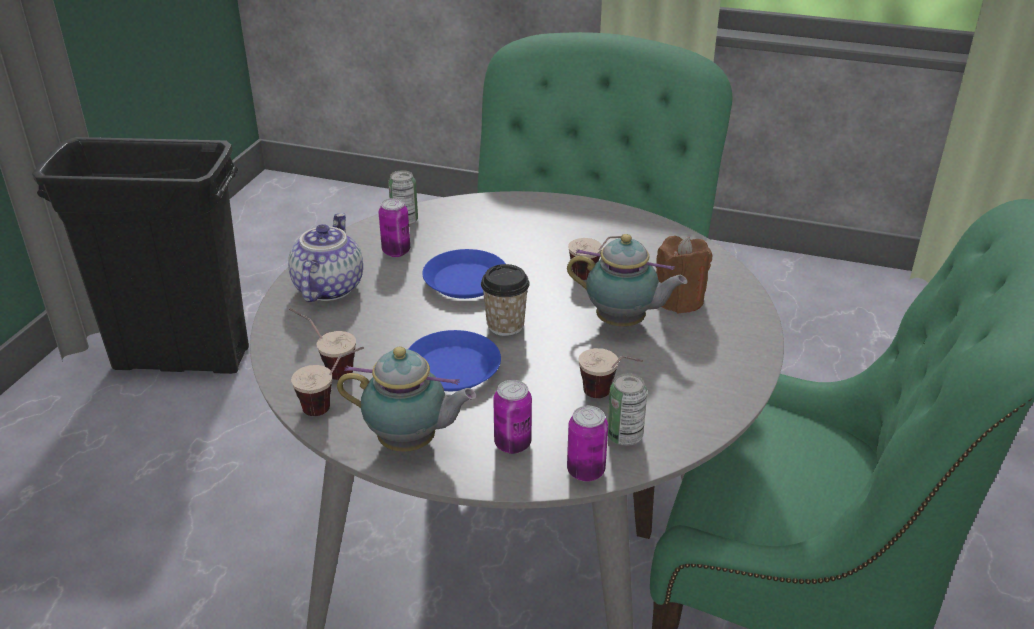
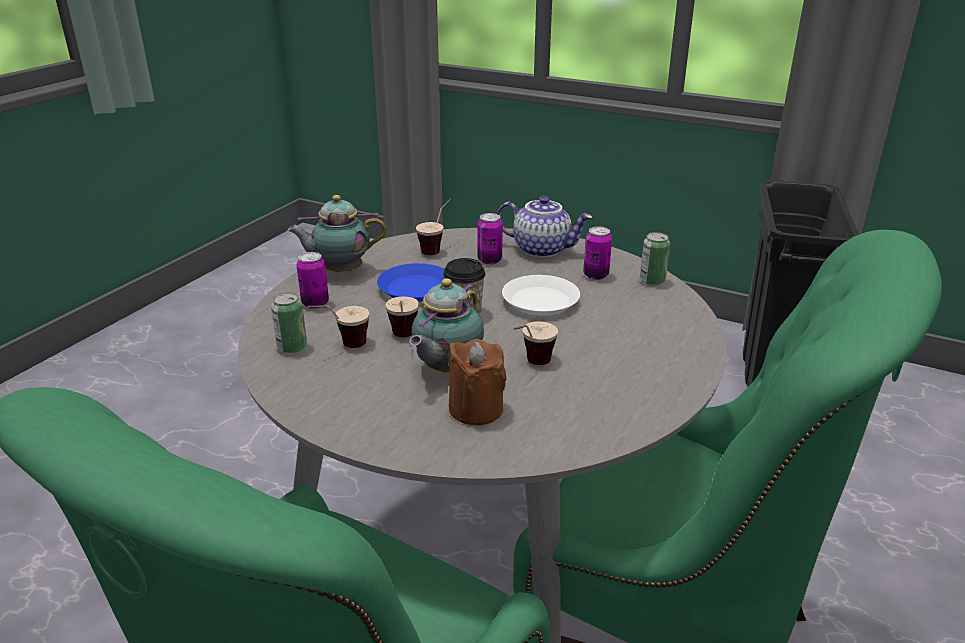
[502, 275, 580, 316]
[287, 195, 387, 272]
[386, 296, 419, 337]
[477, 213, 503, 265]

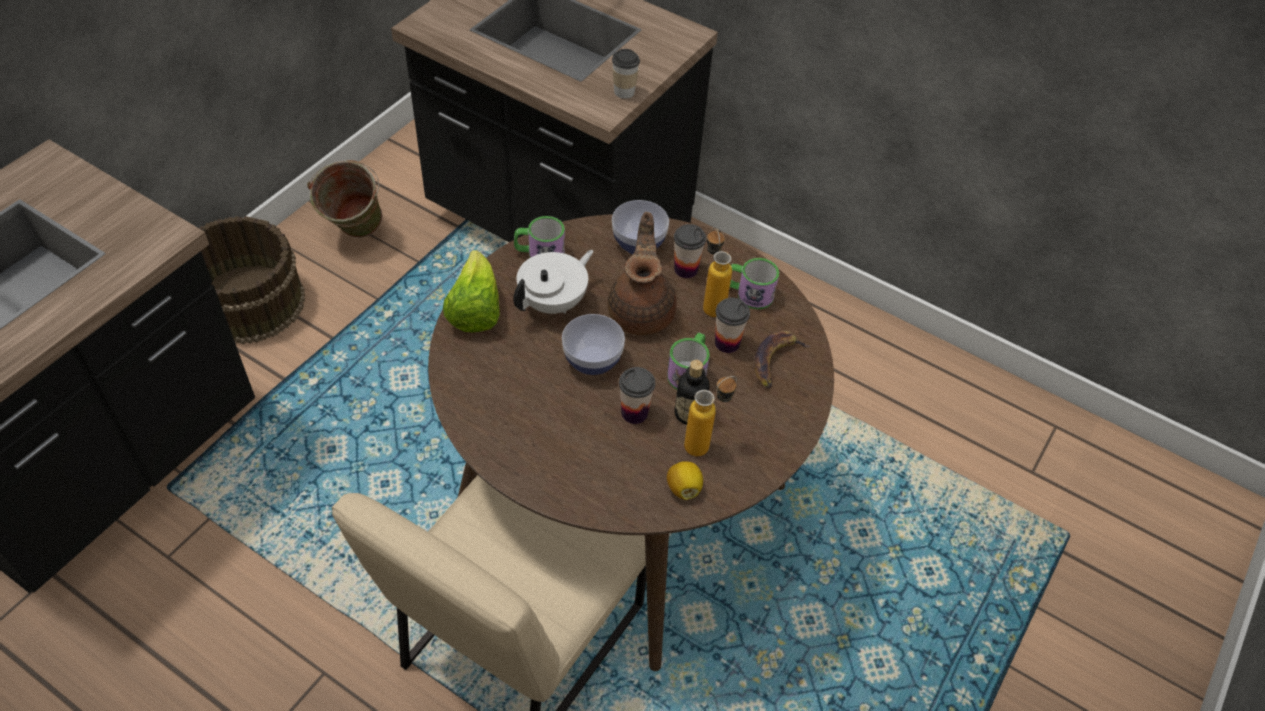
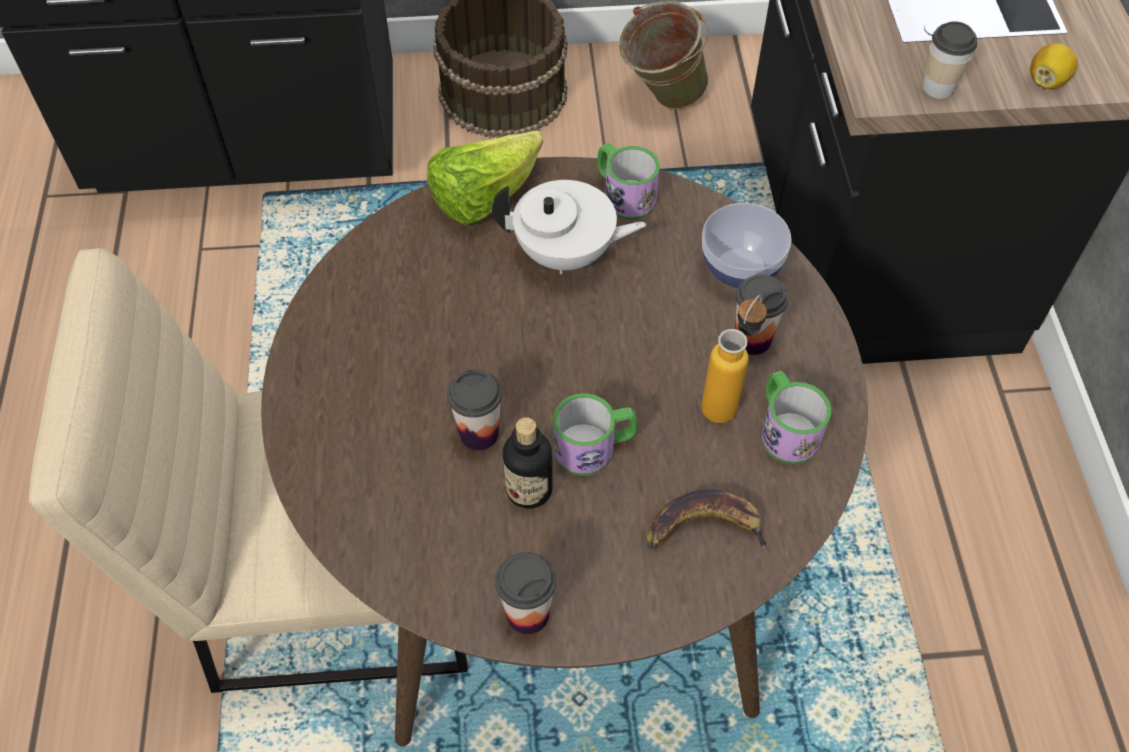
[607, 212, 677, 335] (first image)
[495, 552, 556, 635]
[562, 314, 625, 375] (first image)
[684, 376, 737, 456] (first image)
[1030, 43, 1078, 89]

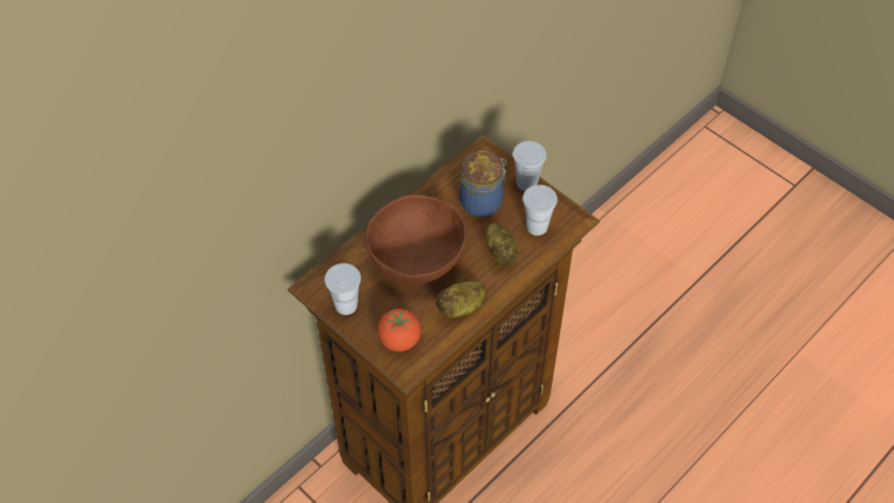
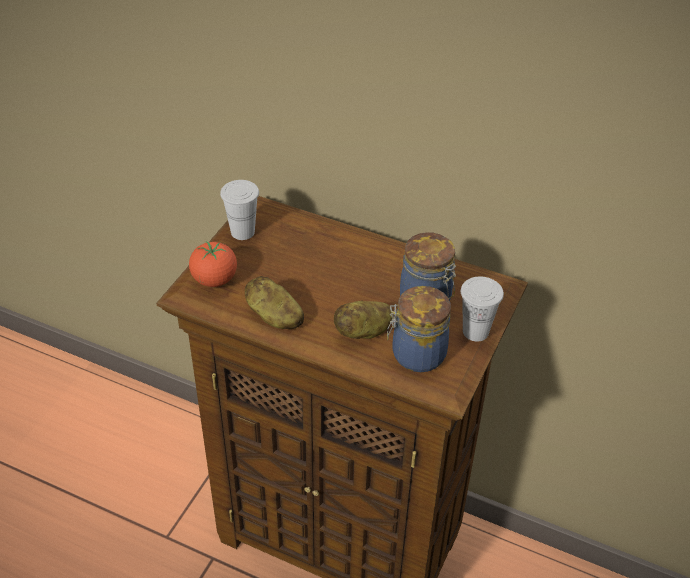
[387, 286, 451, 372]
[365, 195, 466, 284] (first image)

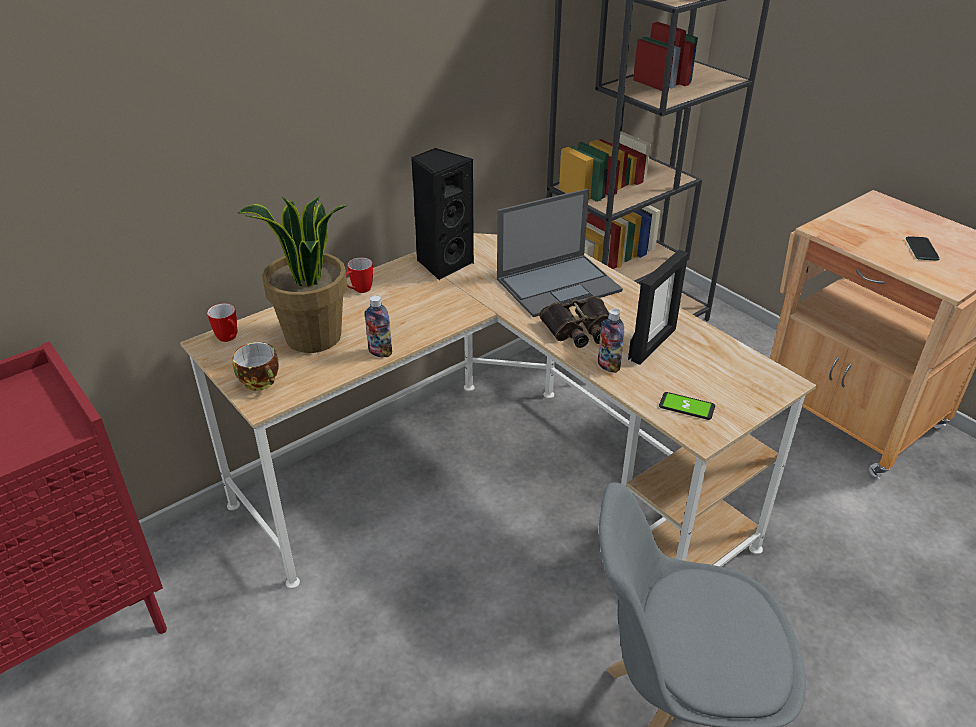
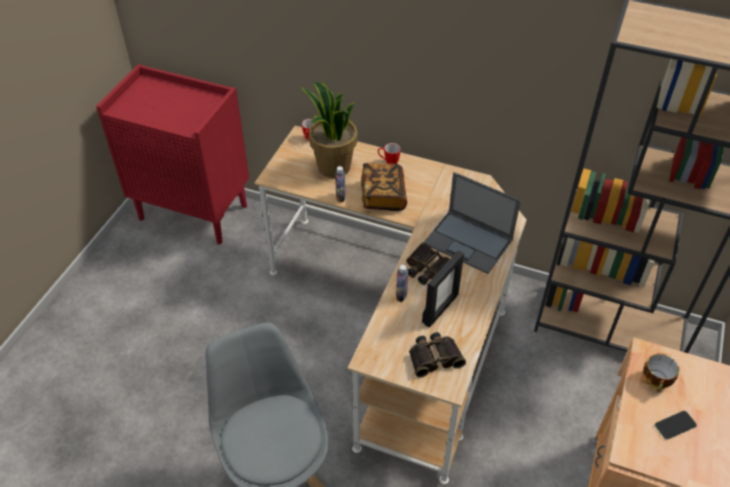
[411, 148, 474, 280] (first image)
[422, 250, 464, 328]
[643, 353, 679, 392]
[659, 392, 715, 420] (first image)
[361, 163, 407, 211]
[409, 332, 466, 378]

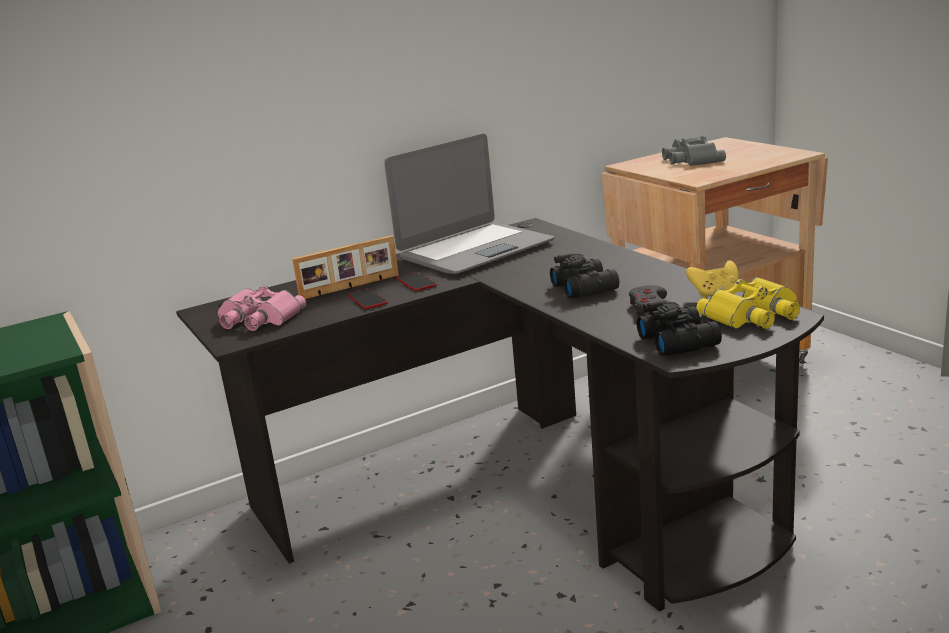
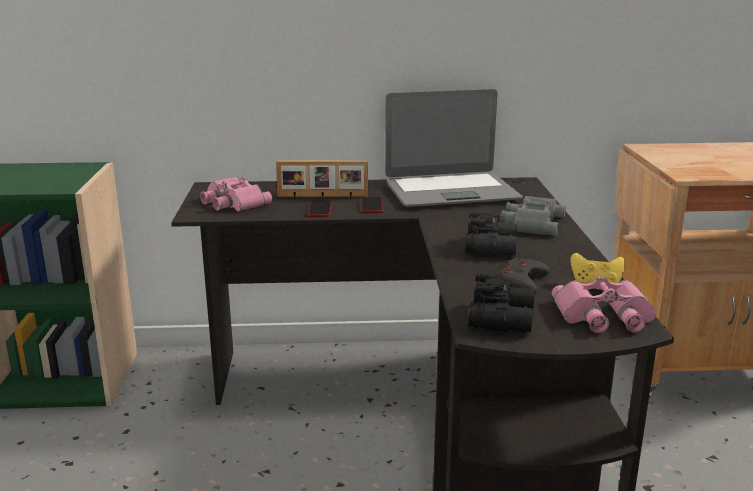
[500, 196, 566, 236]
[552, 276, 656, 333]

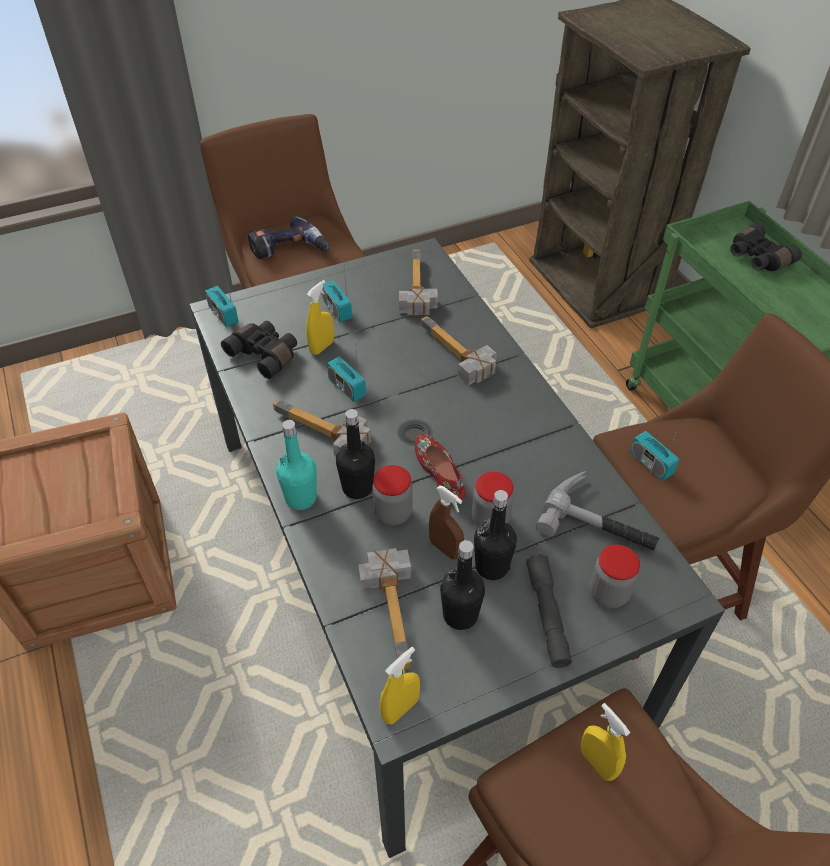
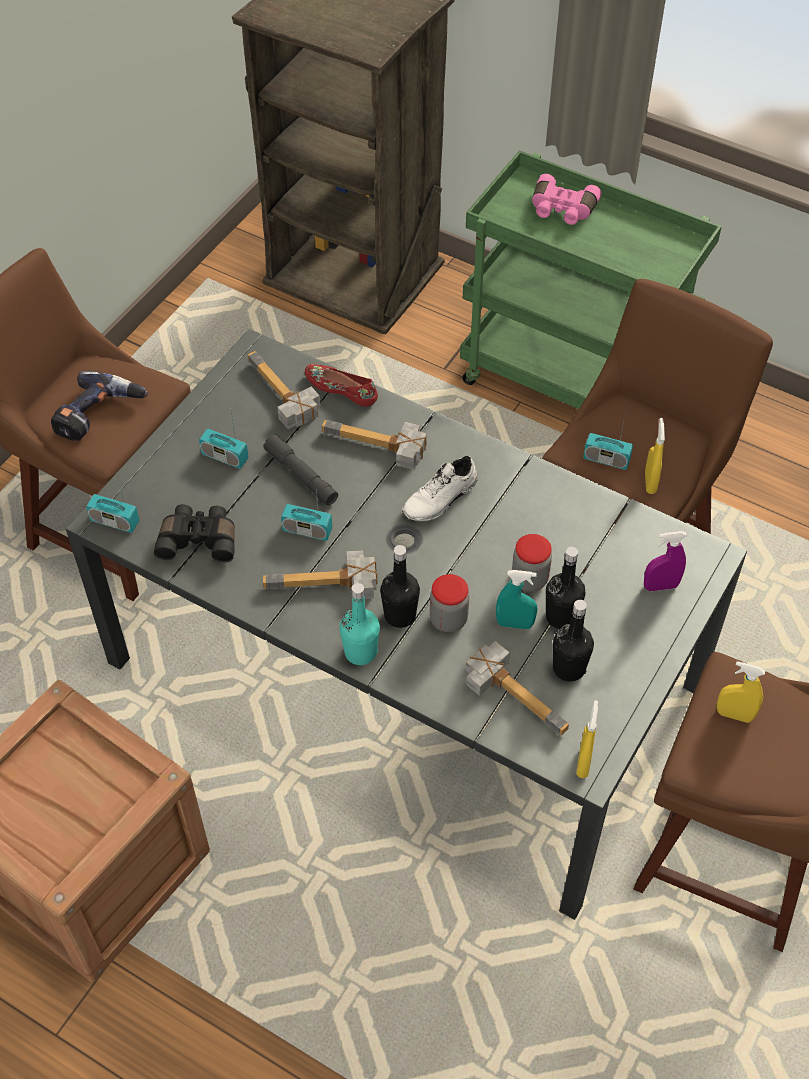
[532, 174, 602, 225]
[645, 418, 665, 494]
[305, 364, 378, 407]
[536, 471, 659, 551] (first image)
[496, 570, 537, 629]
[644, 531, 687, 591]
[263, 434, 338, 505]
[402, 456, 478, 521]

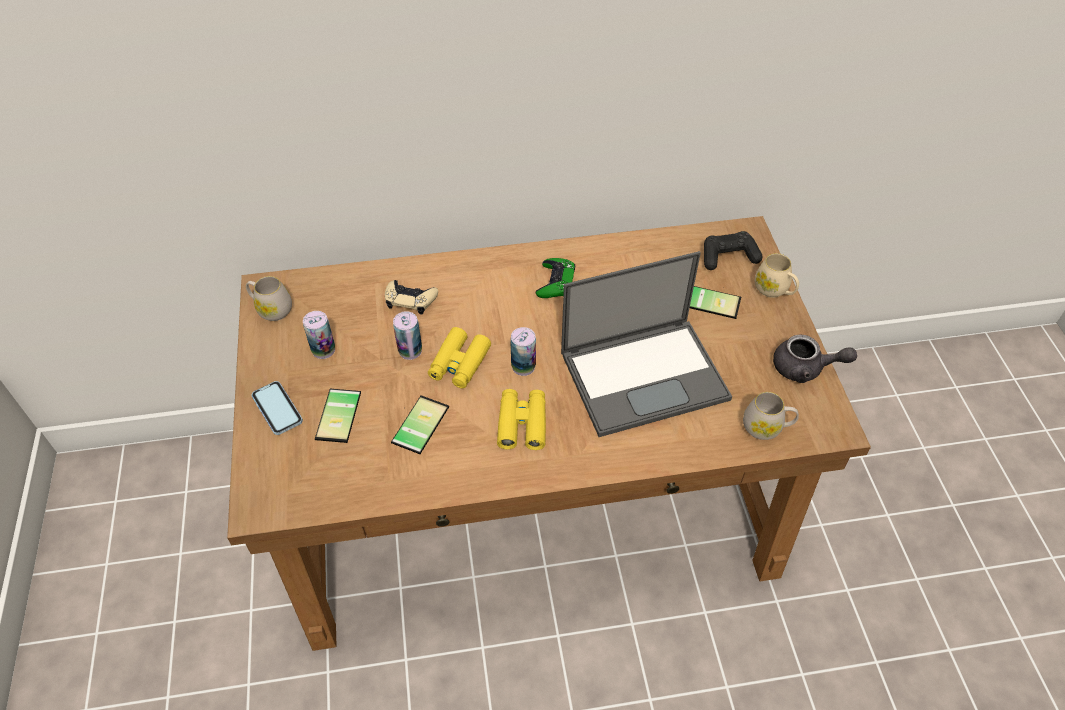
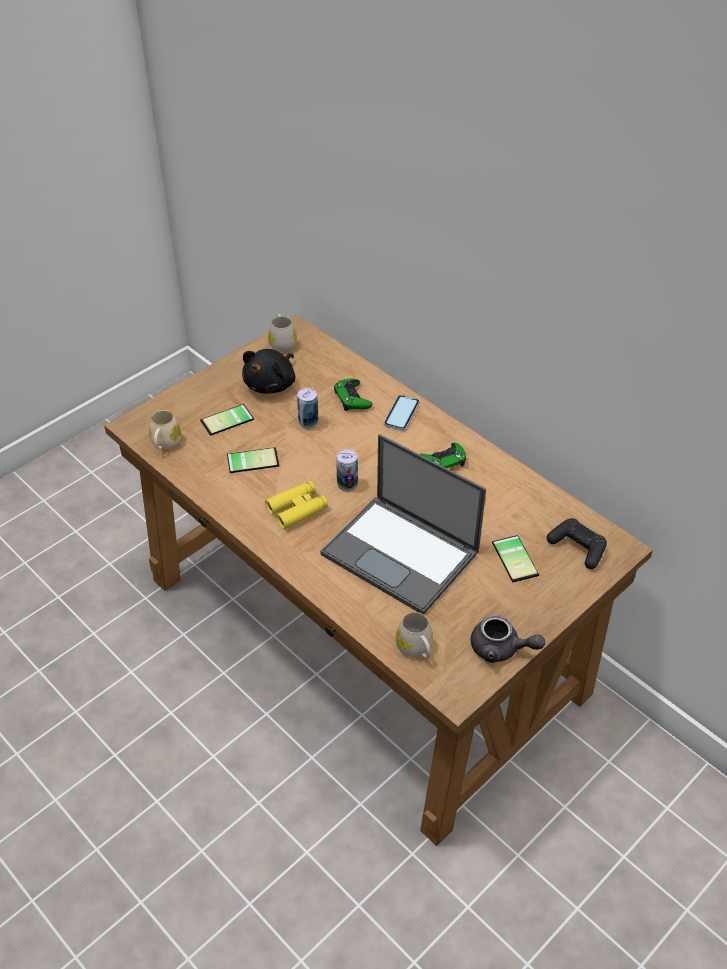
[149, 410, 181, 450]
[334, 379, 373, 411]
[242, 349, 295, 394]
[428, 327, 491, 388] (first image)
[471, 615, 545, 663]
[384, 395, 420, 431]

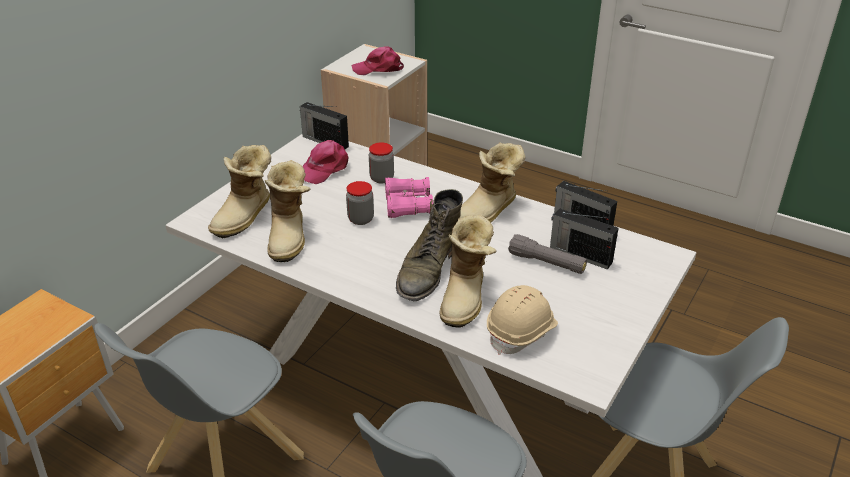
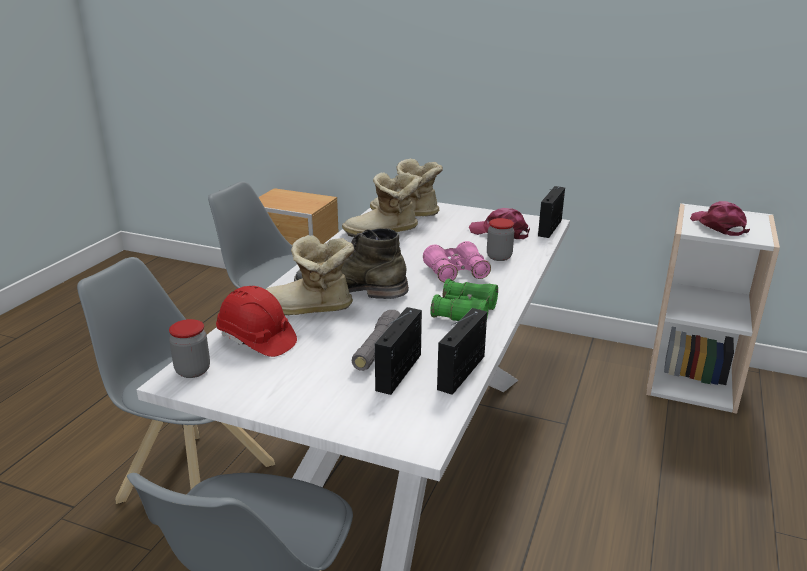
[430, 279, 498, 321]
[169, 319, 210, 378]
[216, 286, 297, 357]

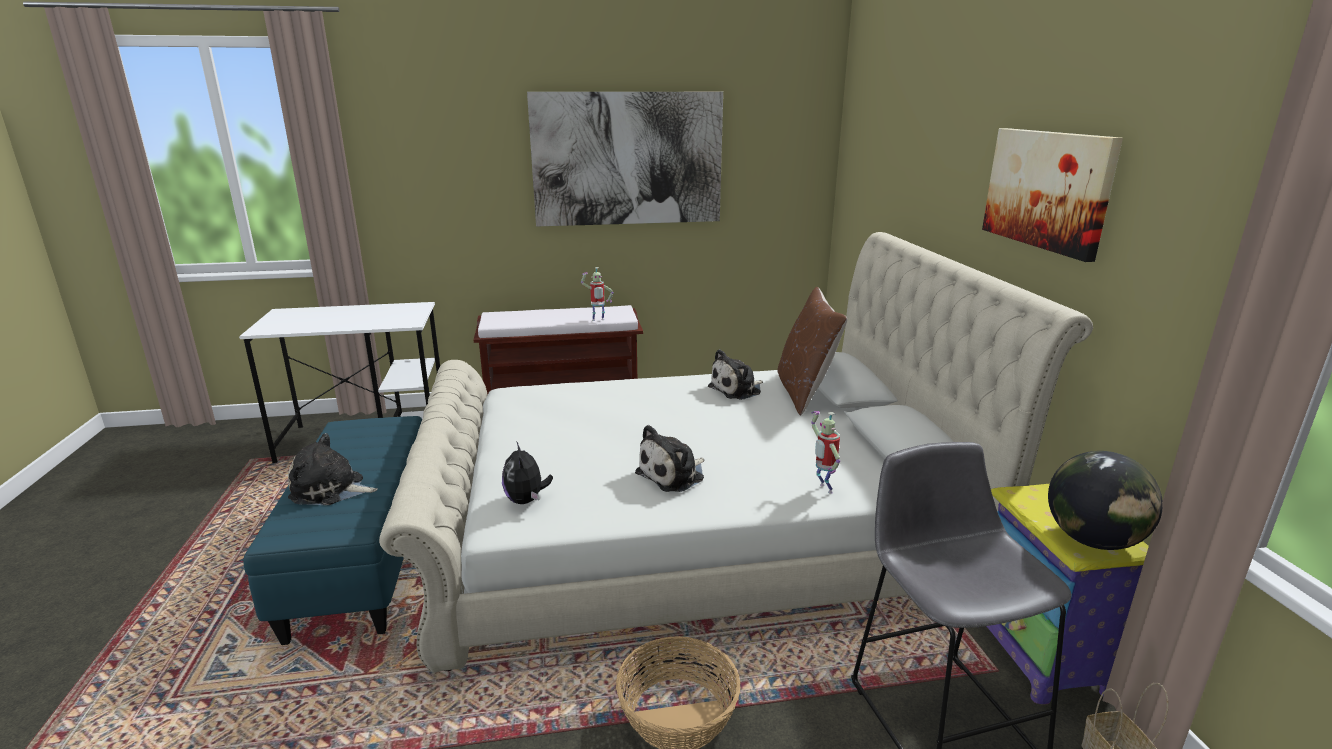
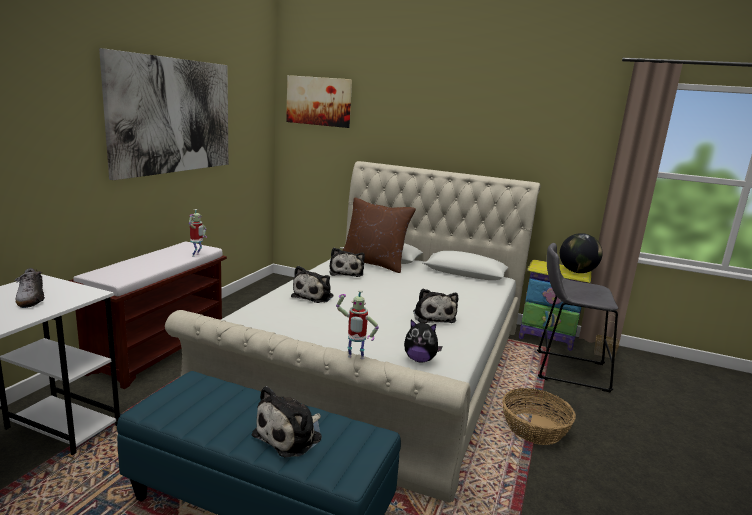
[286, 75, 352, 128]
[336, 290, 379, 360]
[291, 266, 334, 303]
[14, 268, 45, 308]

